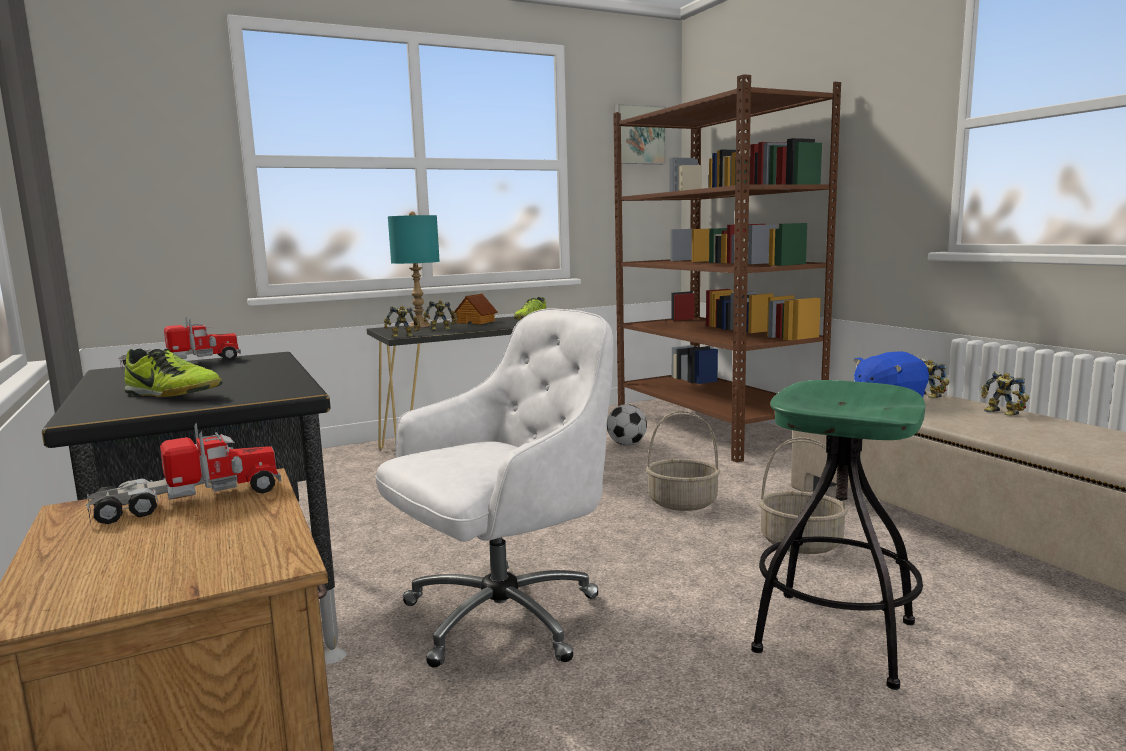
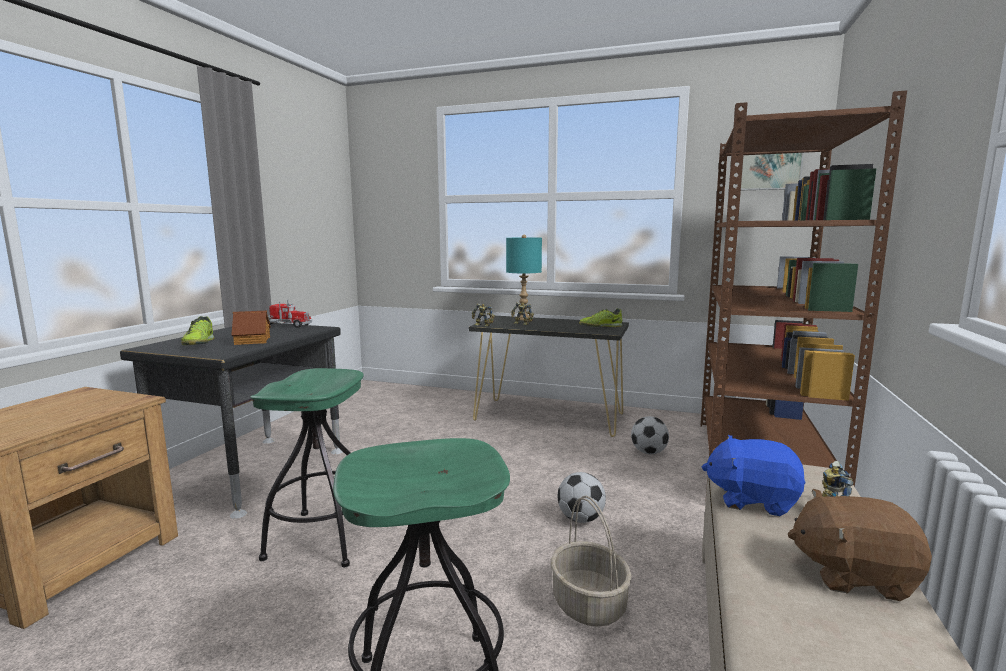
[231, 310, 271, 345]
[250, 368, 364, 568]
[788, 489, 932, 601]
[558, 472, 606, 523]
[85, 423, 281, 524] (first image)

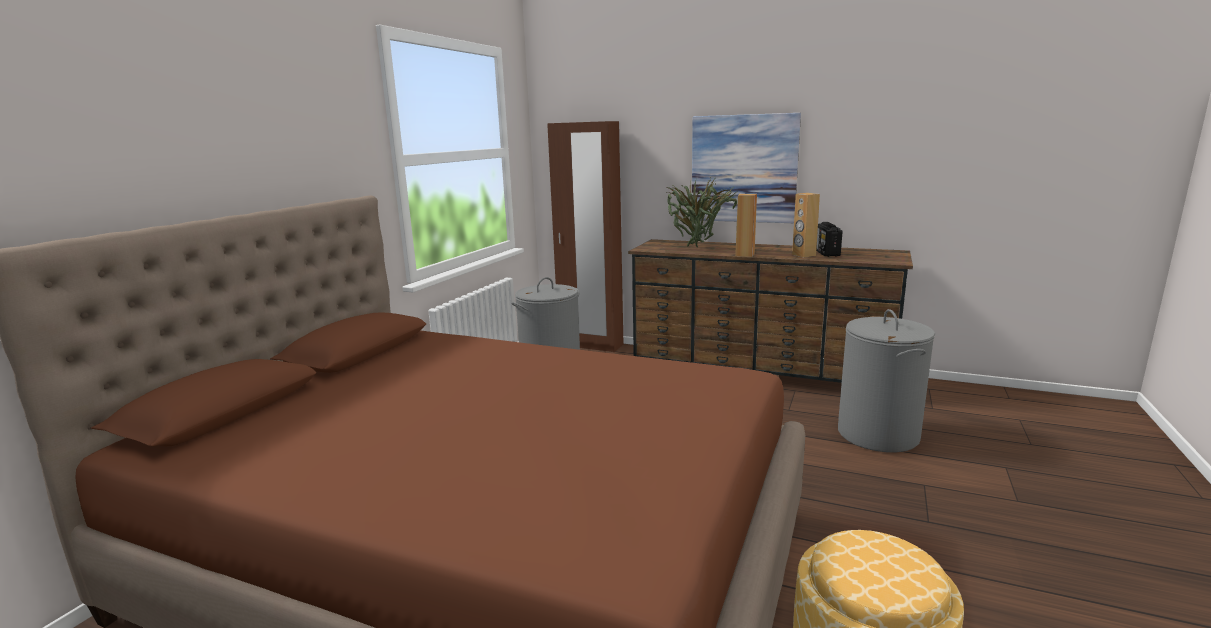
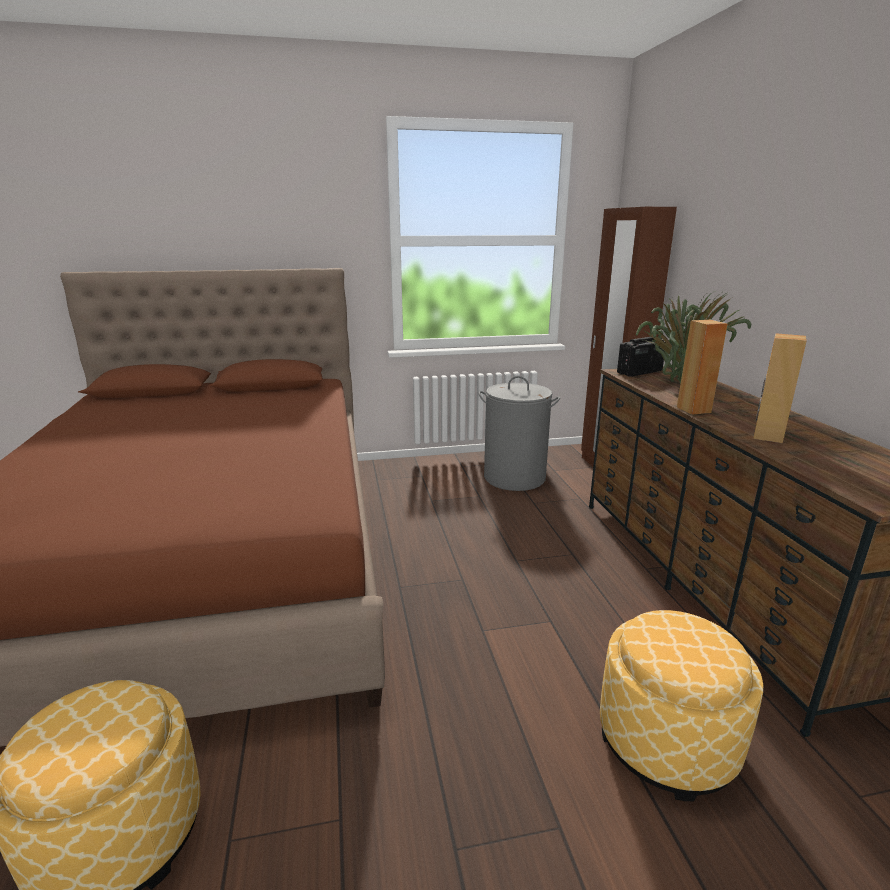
[692, 113, 801, 223] (first image)
[617, 337, 666, 377]
[600, 610, 763, 801]

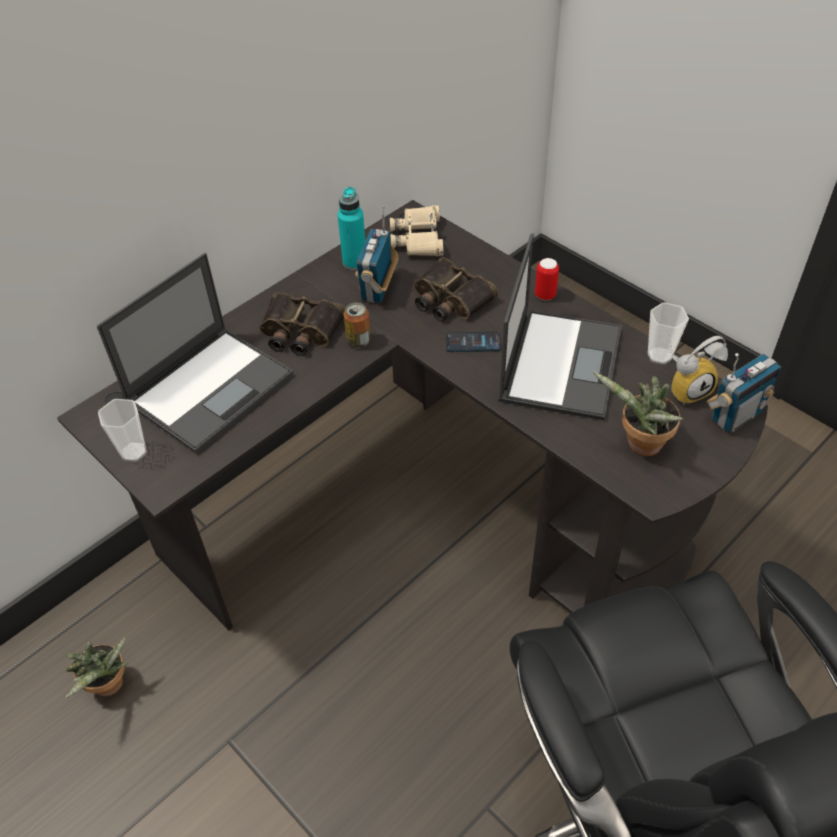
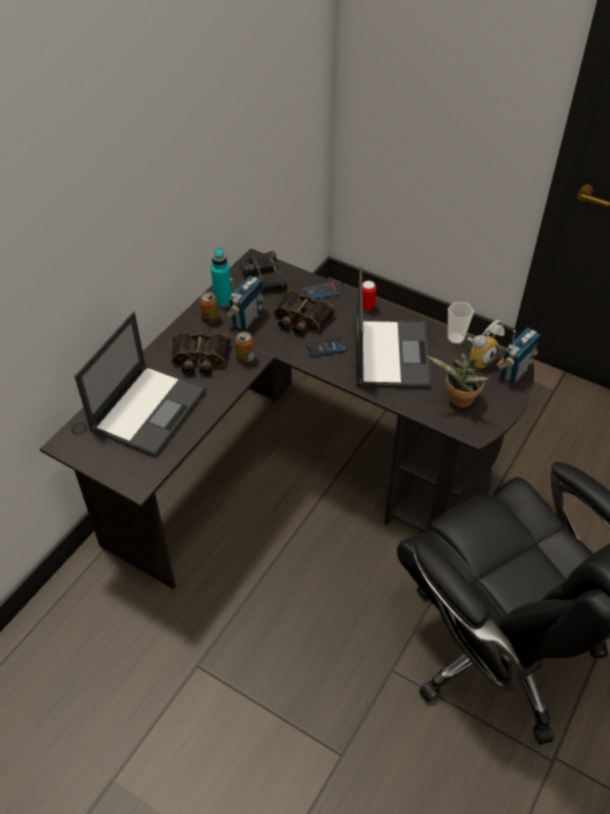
[241, 251, 287, 291]
[226, 276, 263, 330]
[98, 399, 147, 462] (first image)
[65, 637, 128, 698] (first image)
[301, 282, 341, 299]
[200, 292, 219, 323]

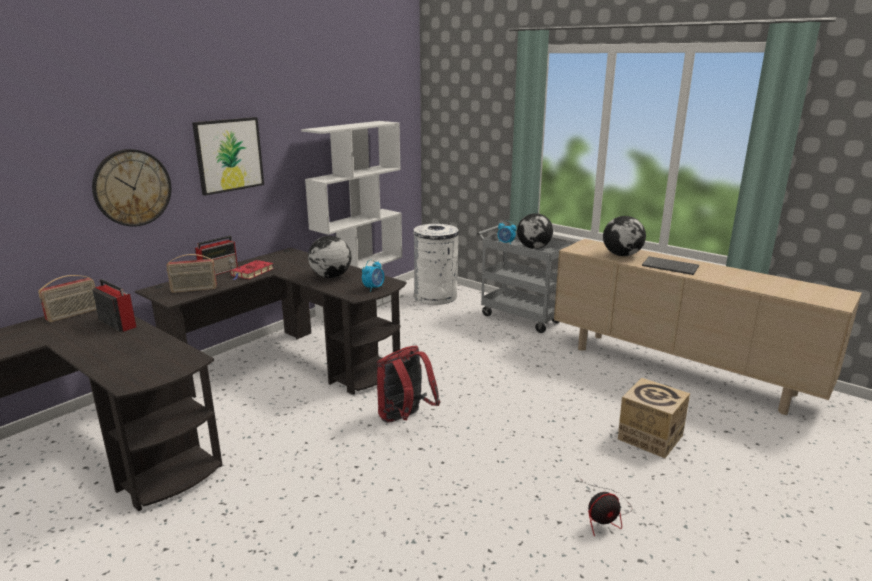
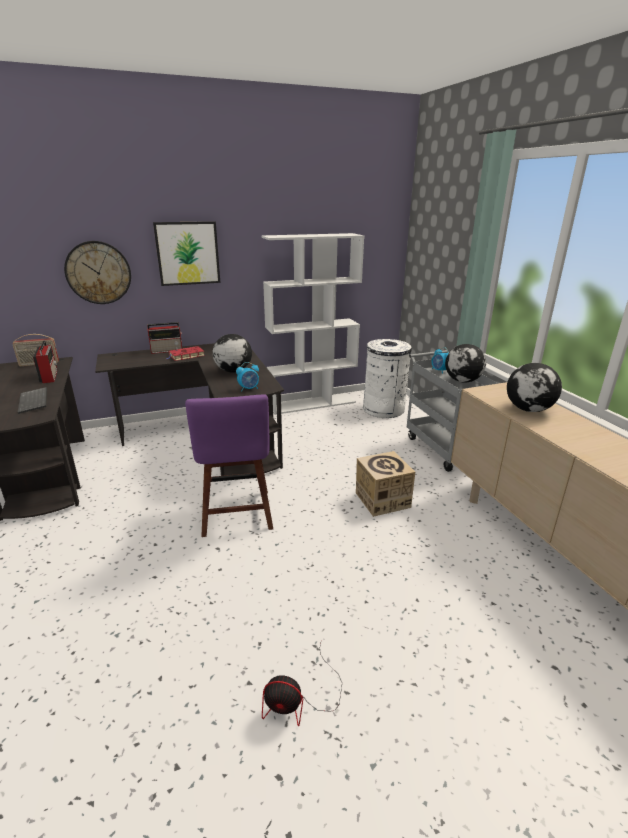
[166, 254, 217, 293] (first image)
[18, 387, 47, 414]
[185, 394, 273, 537]
[356, 451, 415, 517]

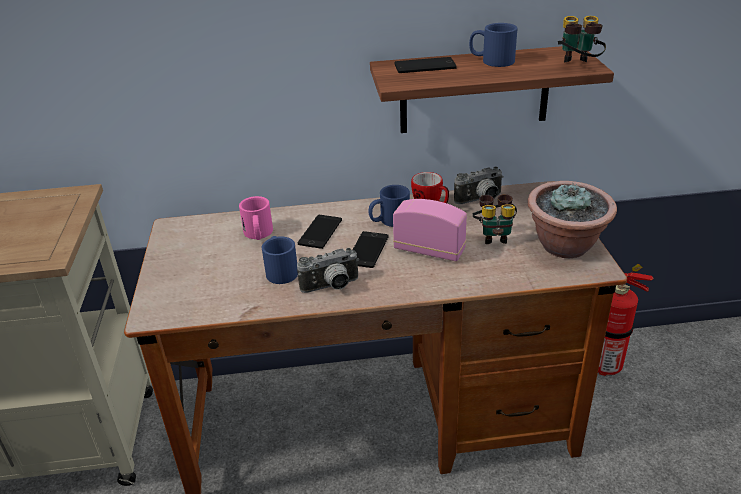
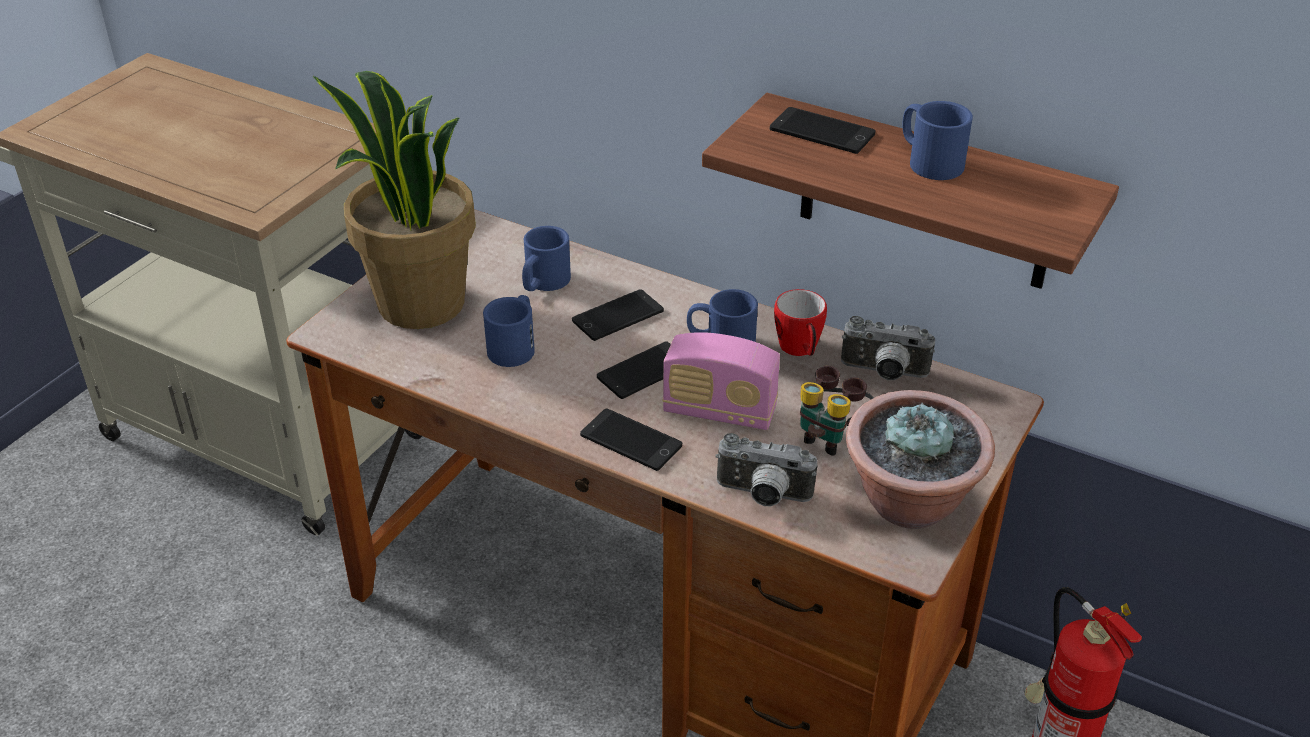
[558, 16, 606, 62] (first image)
[522, 226, 571, 291]
[662, 332, 780, 430]
[715, 433, 817, 506]
[313, 71, 476, 329]
[580, 409, 682, 471]

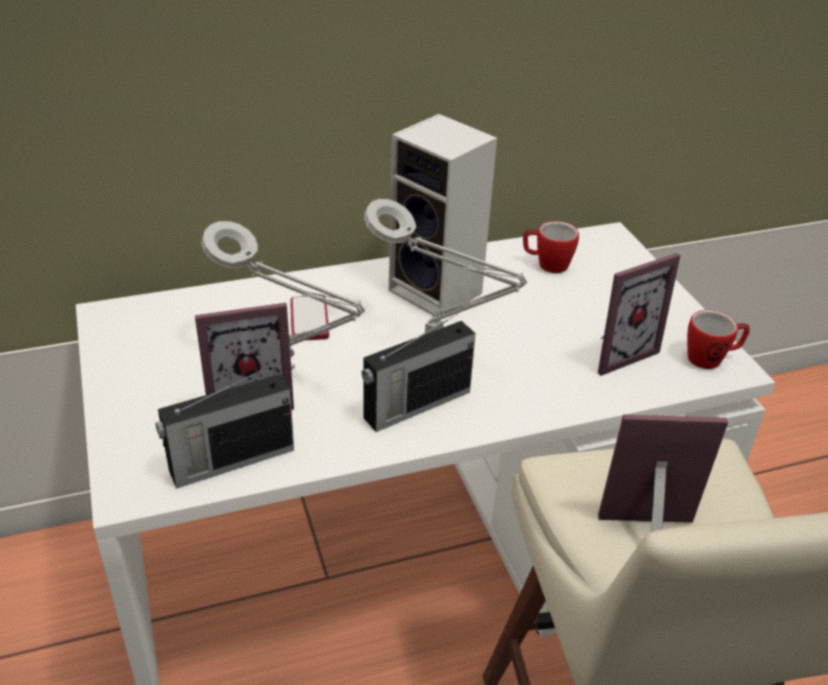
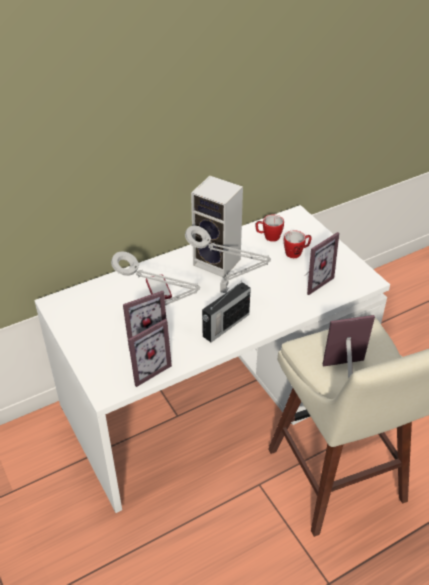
[284, 230, 312, 258]
[128, 319, 172, 387]

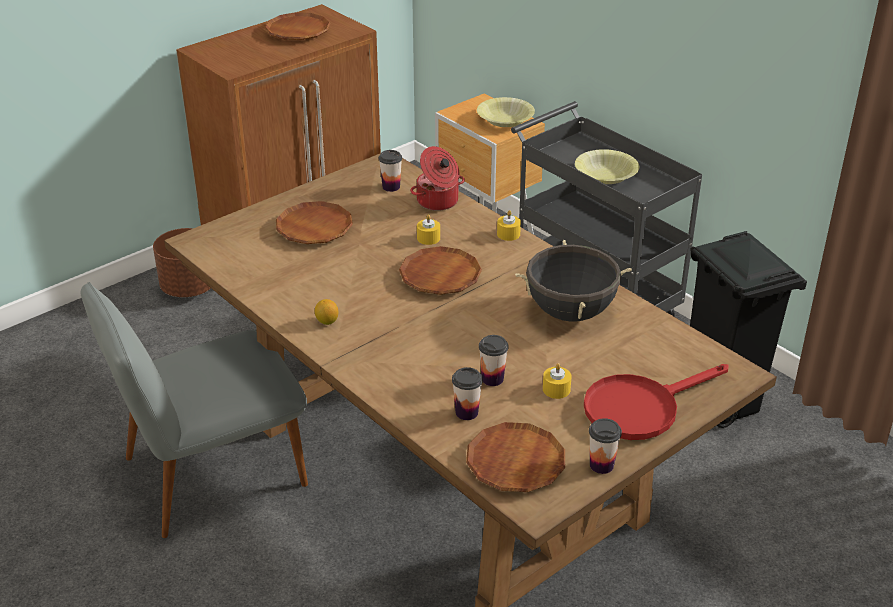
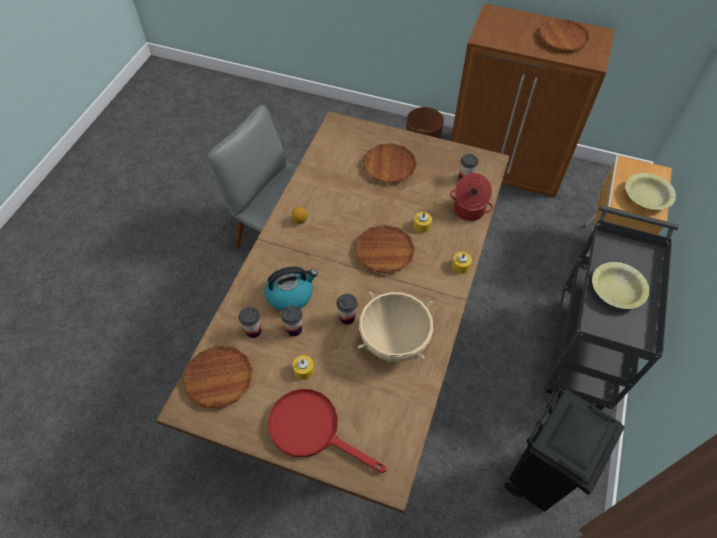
[358, 291, 433, 362]
[336, 294, 358, 325]
[264, 266, 318, 311]

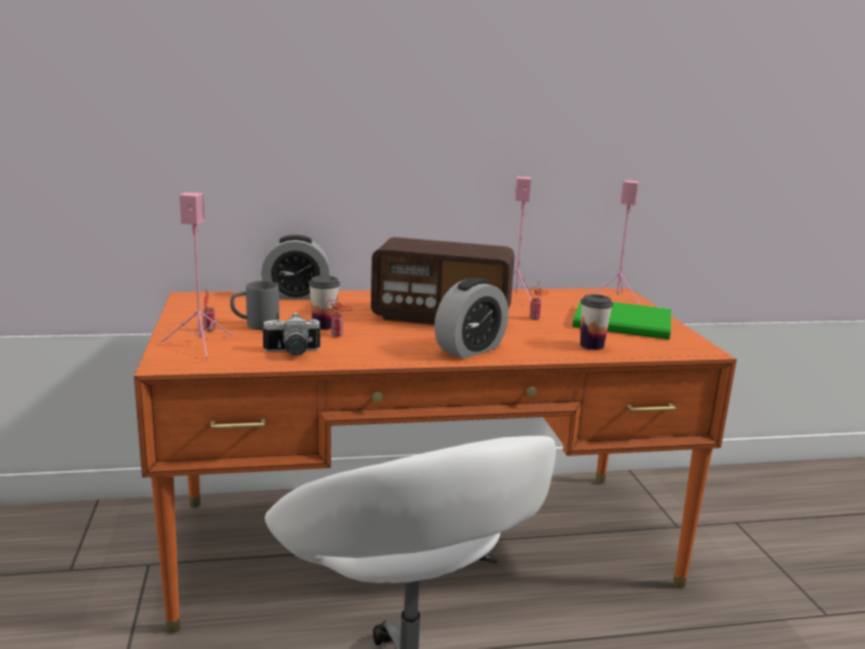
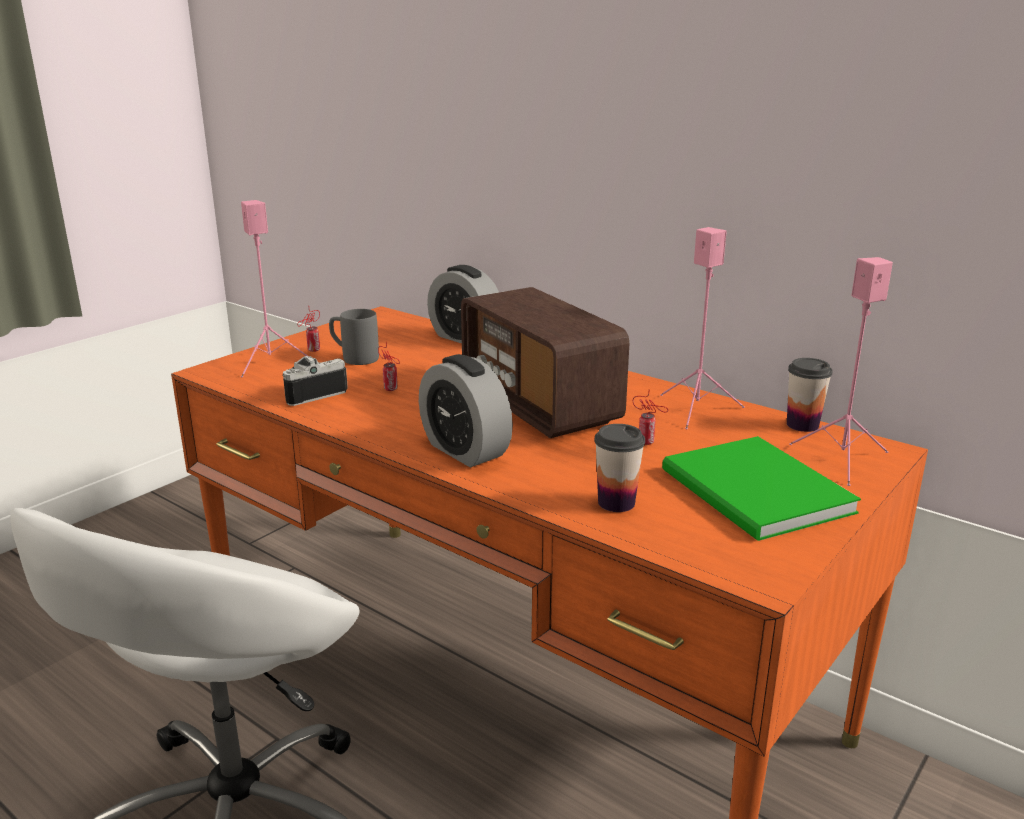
[787, 358, 833, 432]
[419, 354, 513, 467]
[282, 356, 348, 406]

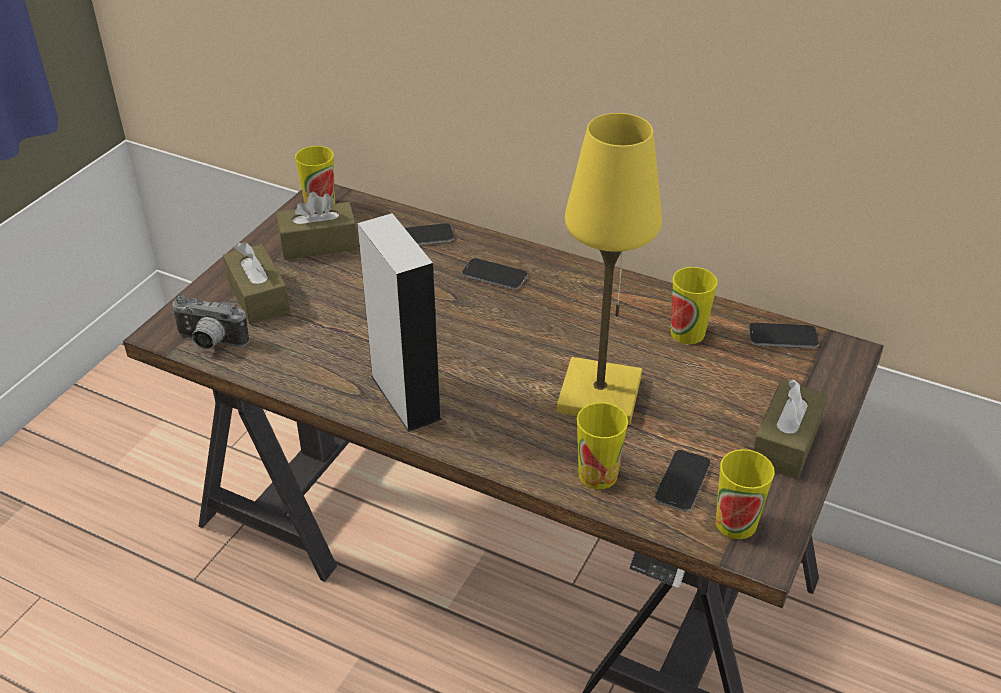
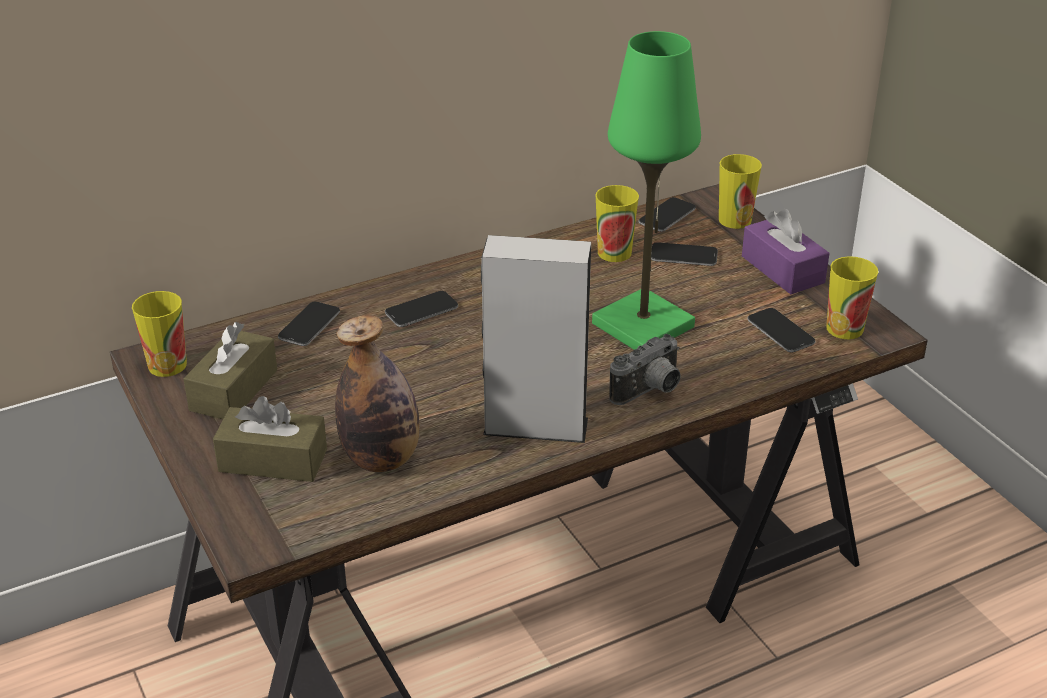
[592, 31, 701, 349]
[610, 334, 681, 405]
[742, 209, 830, 295]
[719, 154, 762, 229]
[651, 242, 718, 266]
[335, 315, 420, 472]

